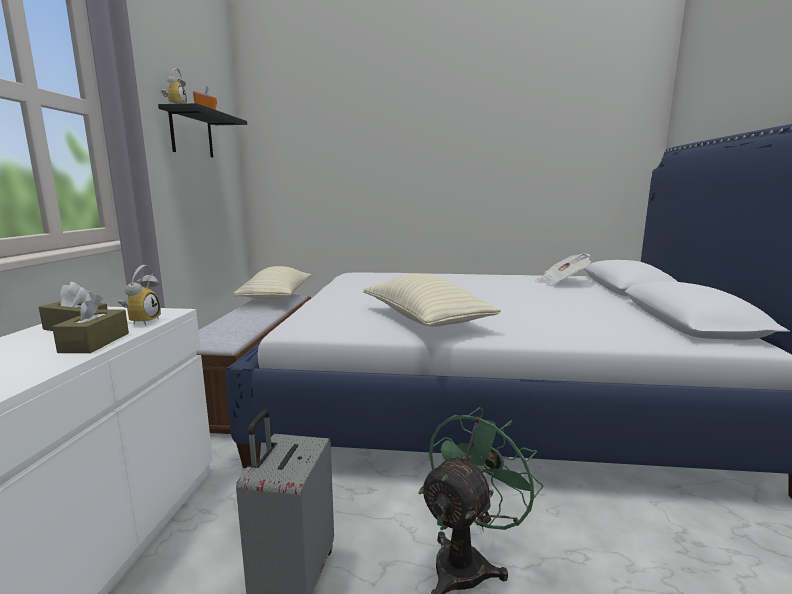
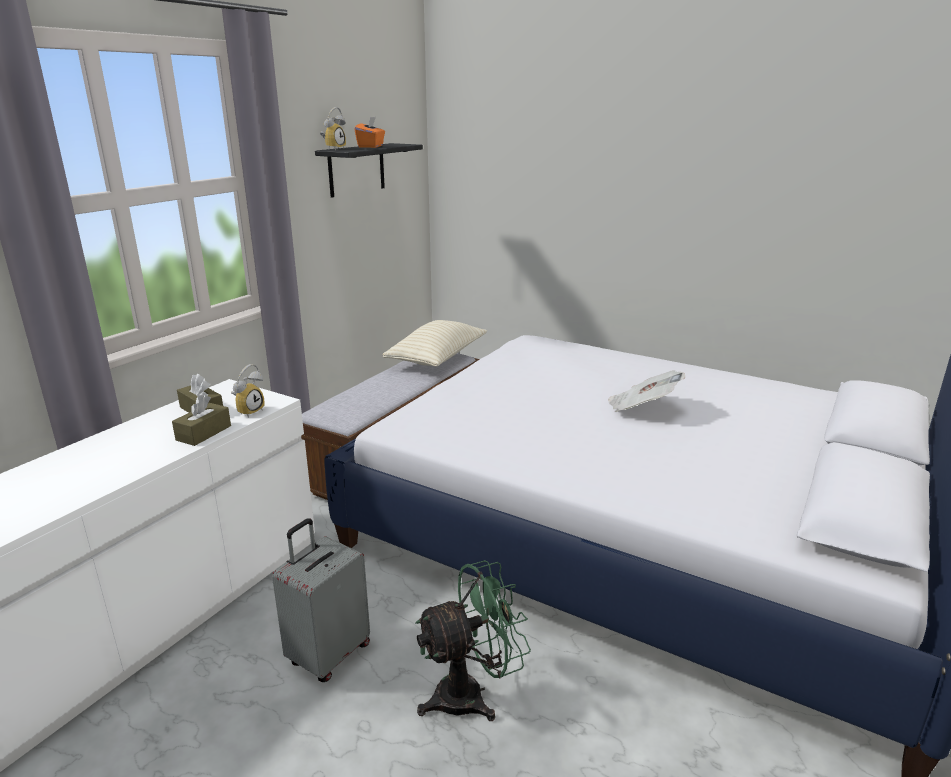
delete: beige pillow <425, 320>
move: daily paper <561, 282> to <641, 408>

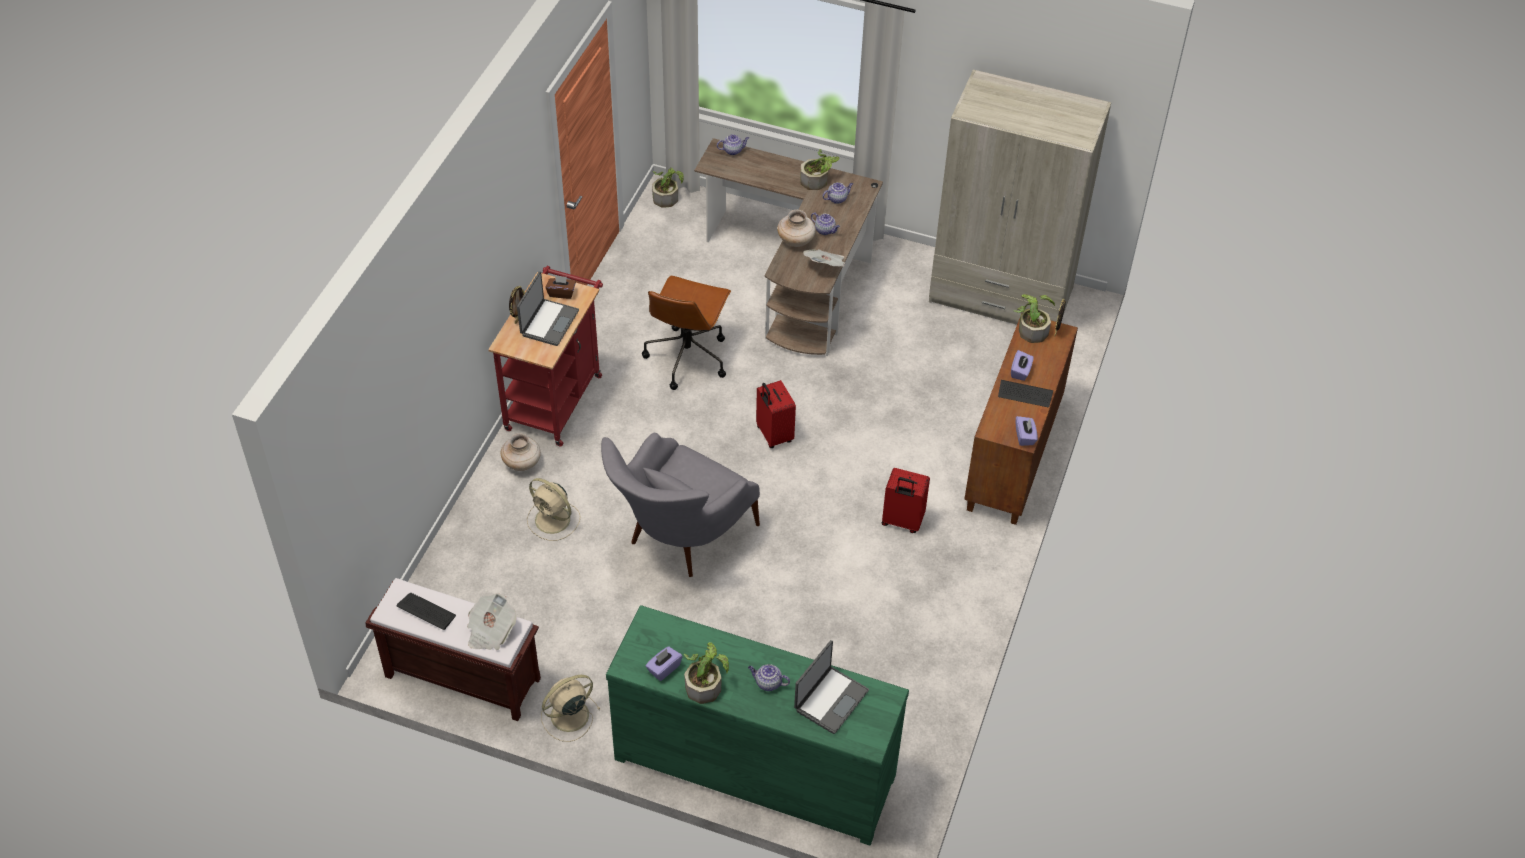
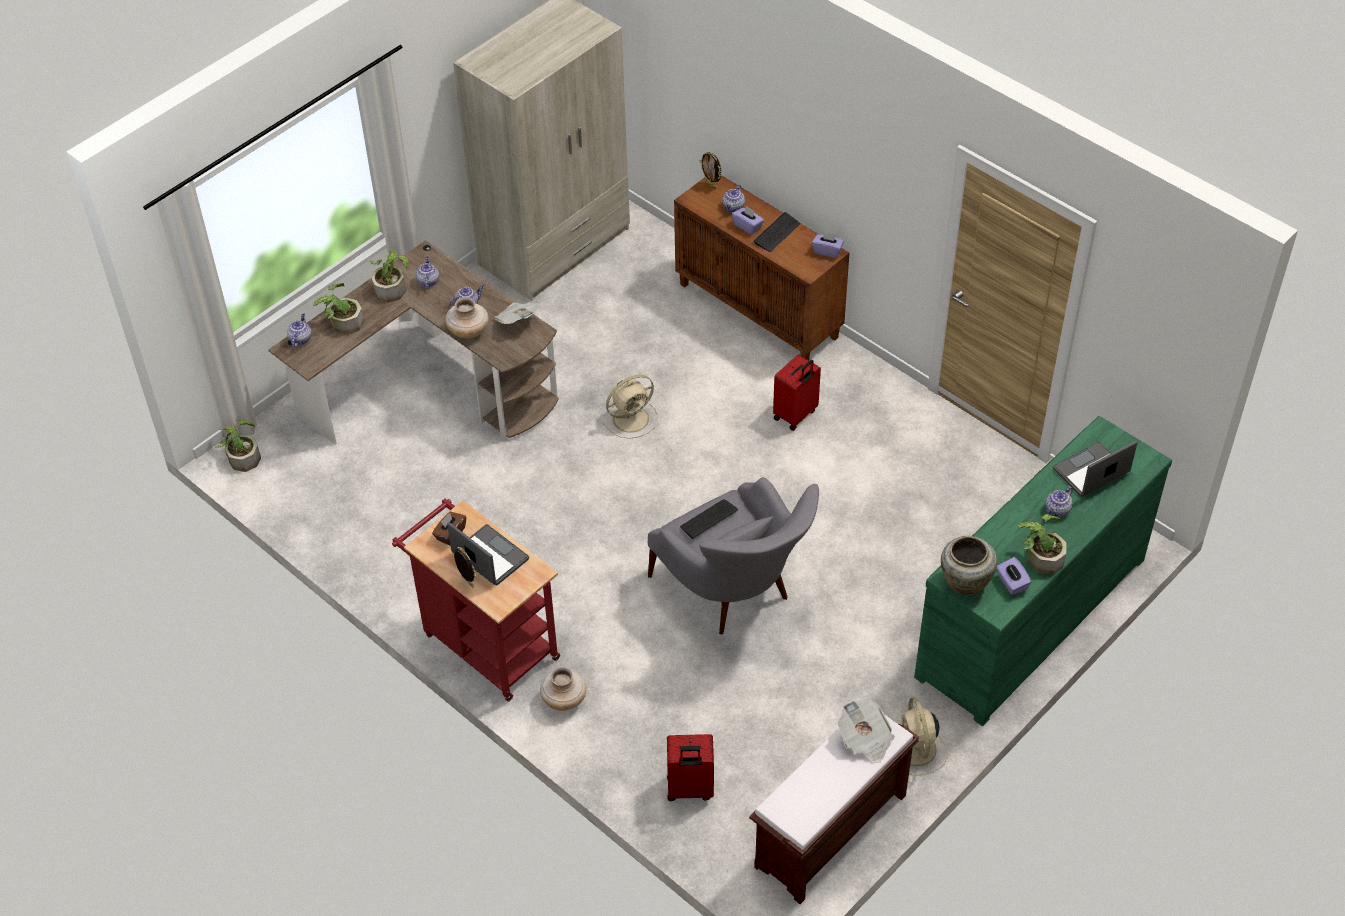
delete: brownish office chair <687, 357>
insert: tea pot <733, 207>; beige flower vase <964, 582>
move: houseplant <1031, 328> to <342, 322>; beige fan <554, 520> to <632, 418>; red suitcase <773, 435> to <690, 789>; PC keyboard <426, 612> to <708, 519>
rotate: notebook computer <830, 699> = <1091, 472> 90 degrees counterclockwise

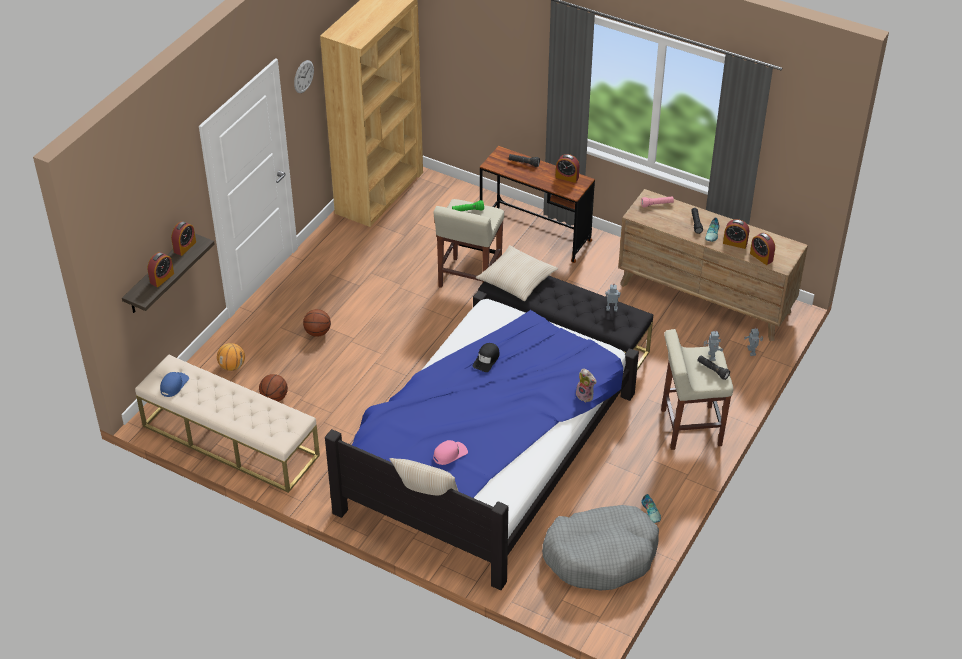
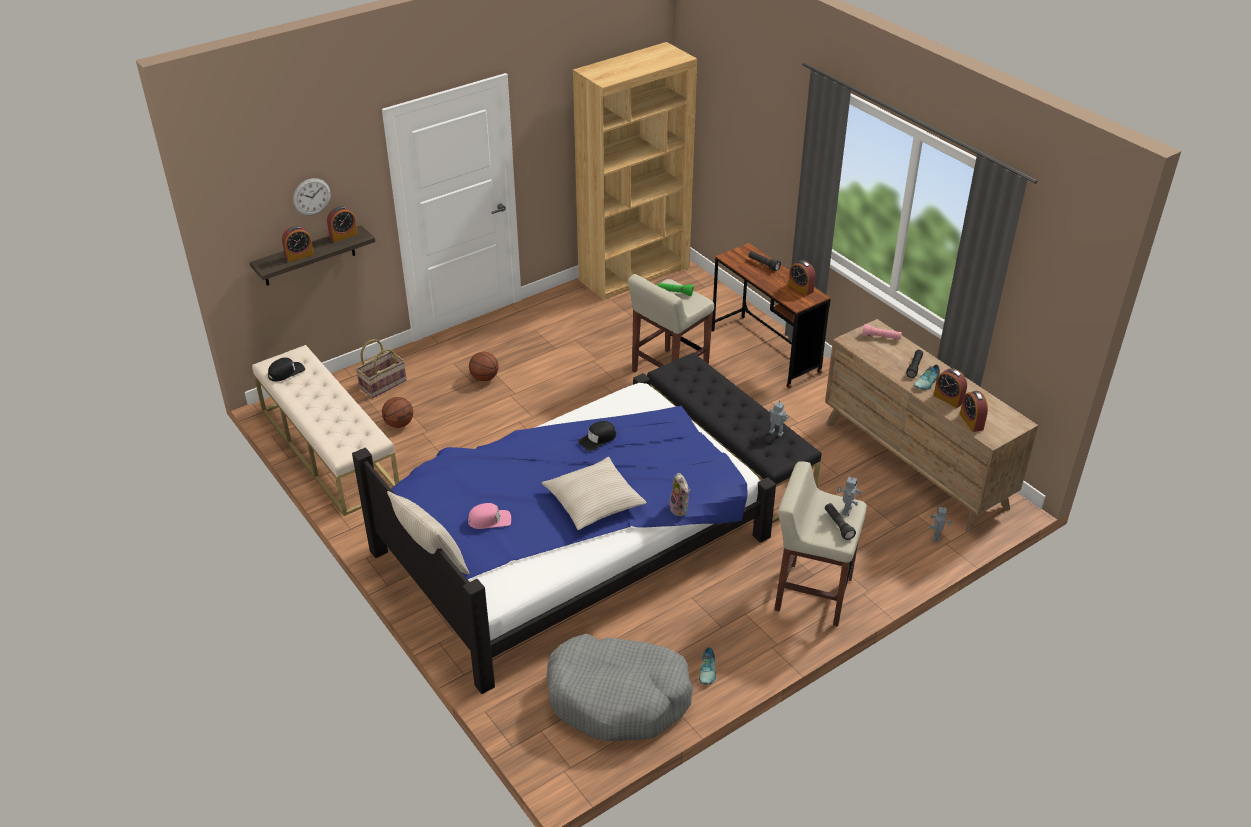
move: clock on the wall <303, 76> to <311, 196>; beige pillow <517, 279> to <594, 501>
replace: basketball <232, 366> to household basket <383, 384>
recolor: blue-coloured baseball cap <174, 385> to black-coloured baseball cap <286, 372>

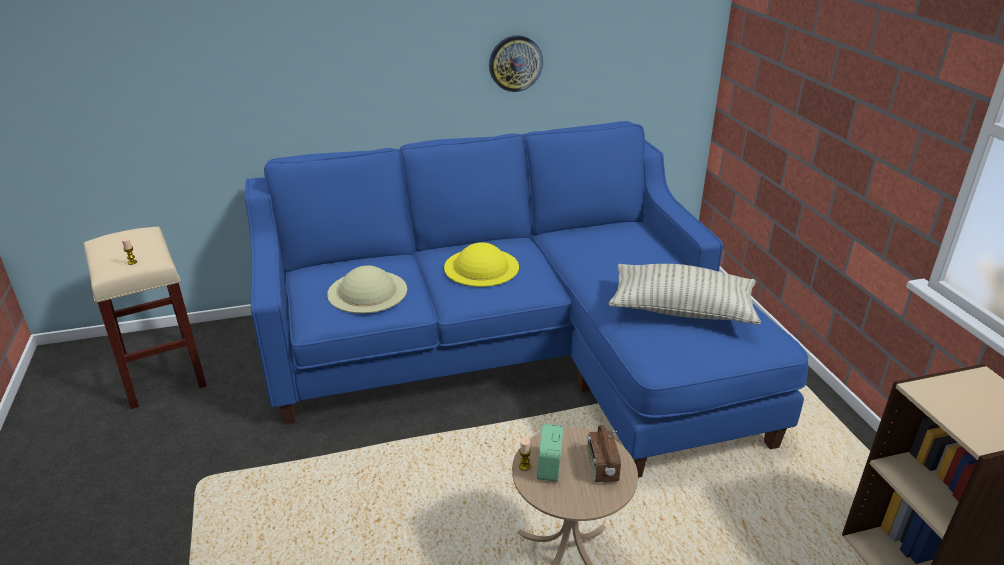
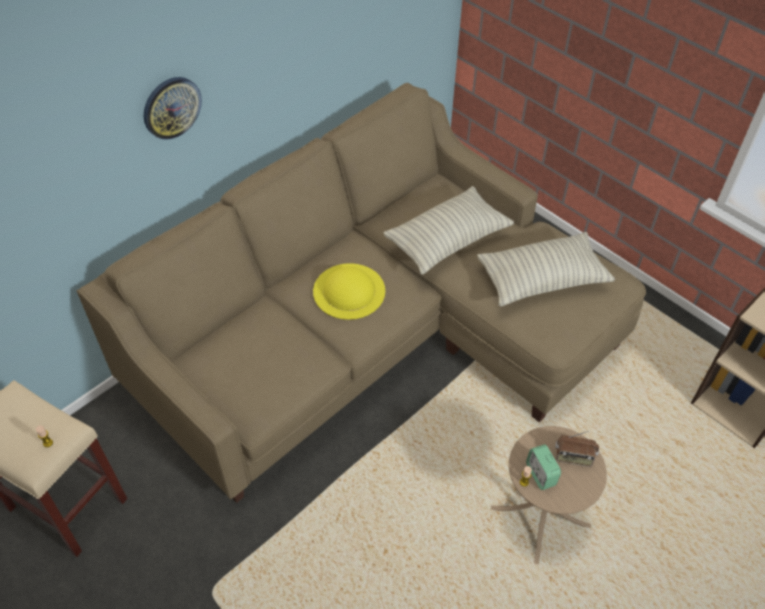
delete: beige hat <367, 291>
insert: pillow <447, 240>
move: clock on the wall <515, 63> to <171, 107>
recolor: blue-coloured settee <517, 351> to beige settee <375, 334>
rotate: radio receiver <601, 468> = <573, 457> 45 degrees counterclockwise

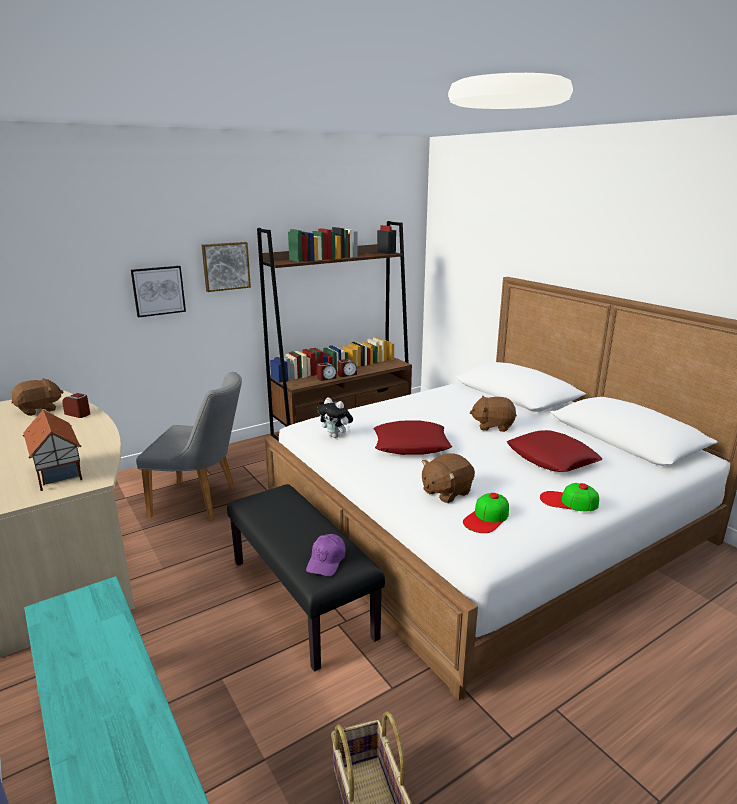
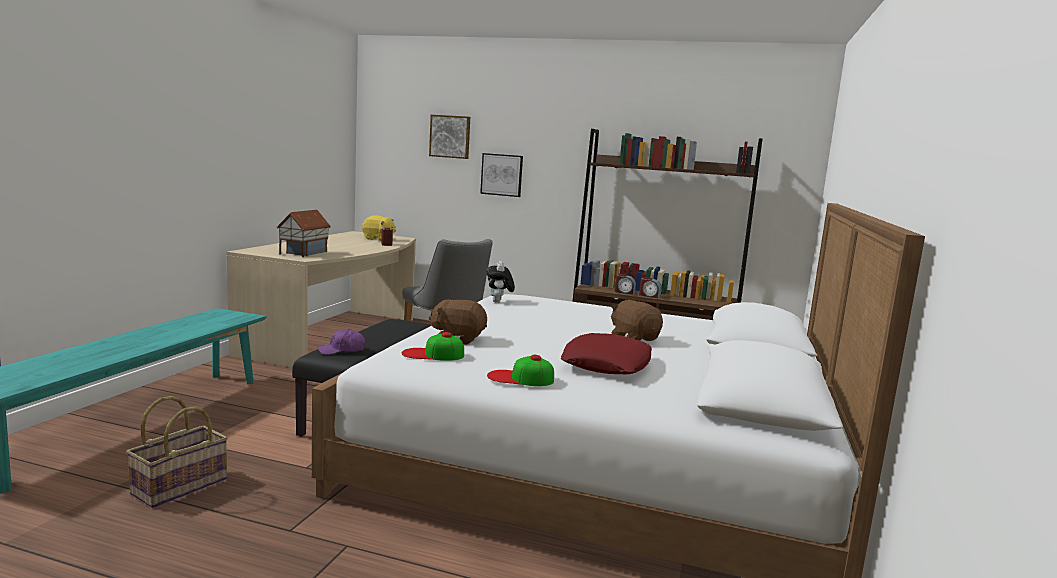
delete: red pillow <410, 445>
move: picture <225, 266> to <450, 136>
recolor: brownish soft toy <39, 410> to yellow-coloured soft toy <378, 239>
rotate: baseball cap <568, 501> = <520, 378> 60 degrees counterclockwise

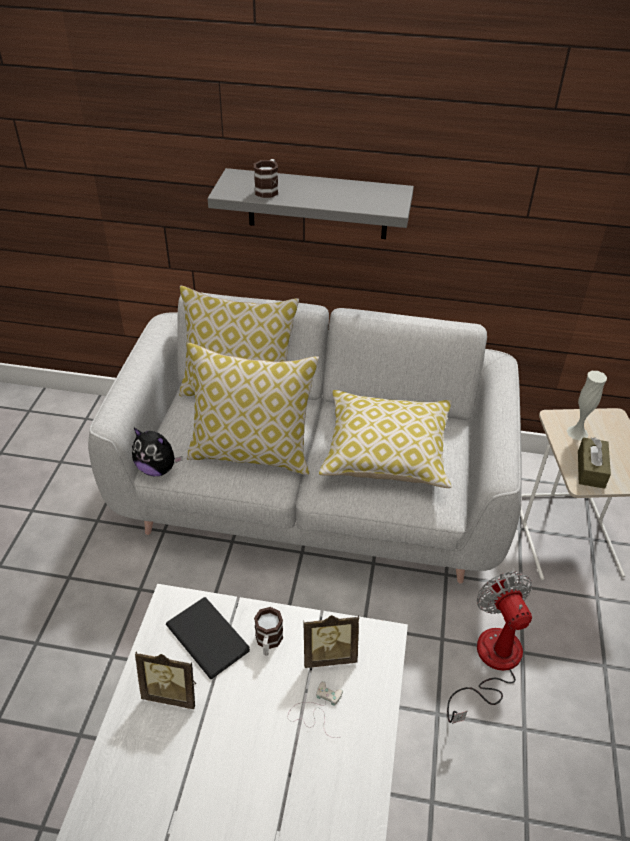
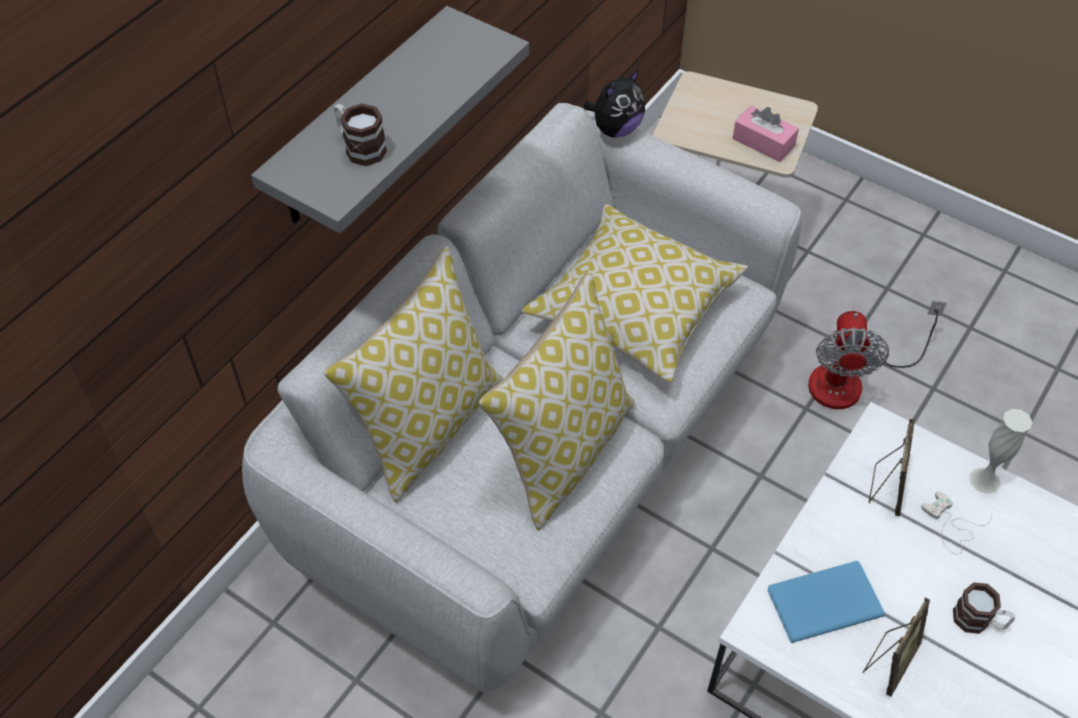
move: soft toy <157, 469> to <615, 129>; coffee mug <268, 642> to <978, 621>; whitish flower vase <577, 433> to <984, 480>
recolor: brownish tissue box <591, 469> to pink-coloured tissue box <763, 142>; black-coloured book <208, 635> to blue-coloured book <820, 601>
rotate: fan <491, 663> = <851, 379> 90 degrees counterclockwise

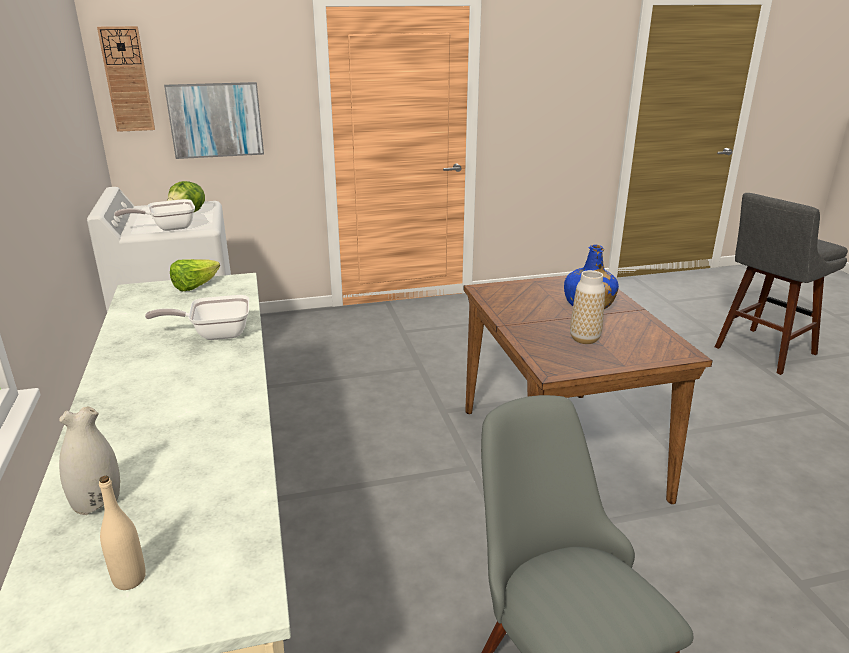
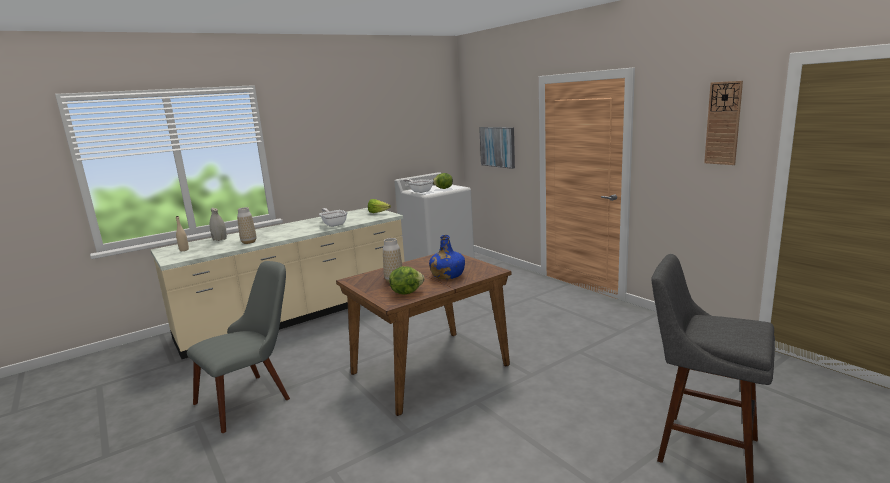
insert: flower vase <249, 242>; head of lettuce <406, 292>
move: clock on the wall <127, 80> to <723, 123>

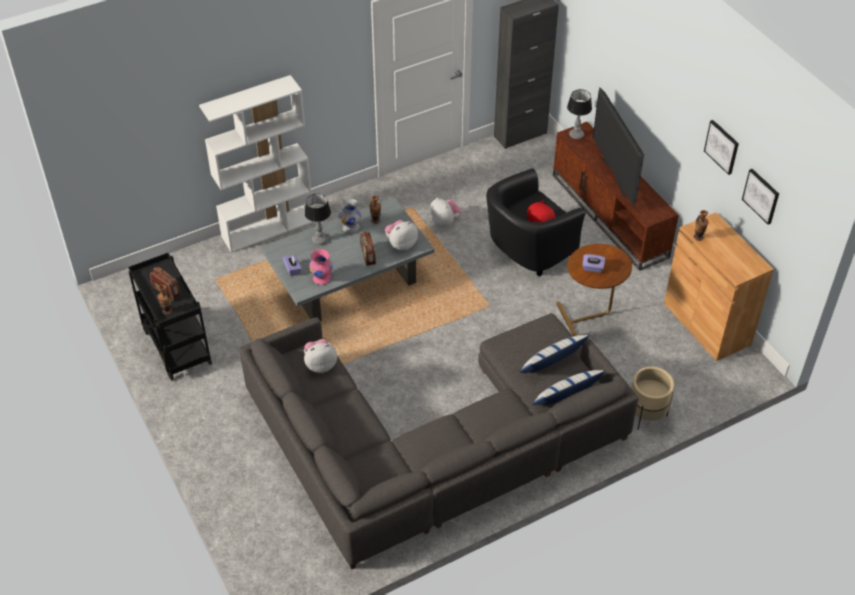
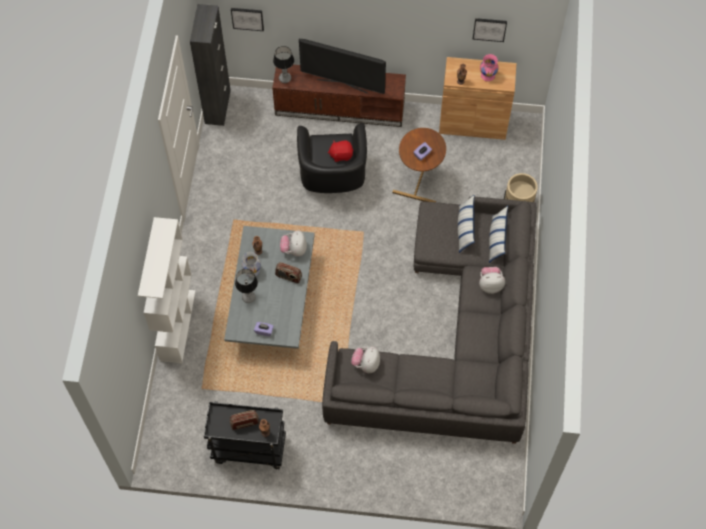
move: picture <722, 146> to <247, 18>; soft toy <444, 221> to <490, 285>; pink-coloured flower vase <322, 278> to <488, 75>

